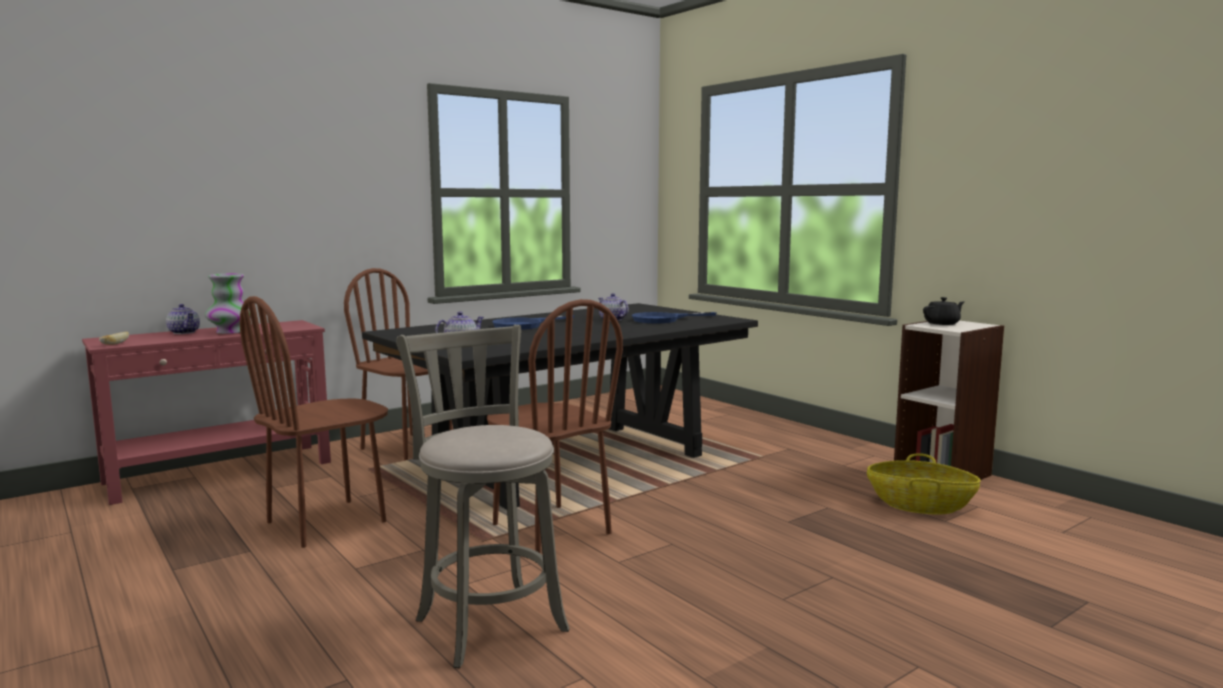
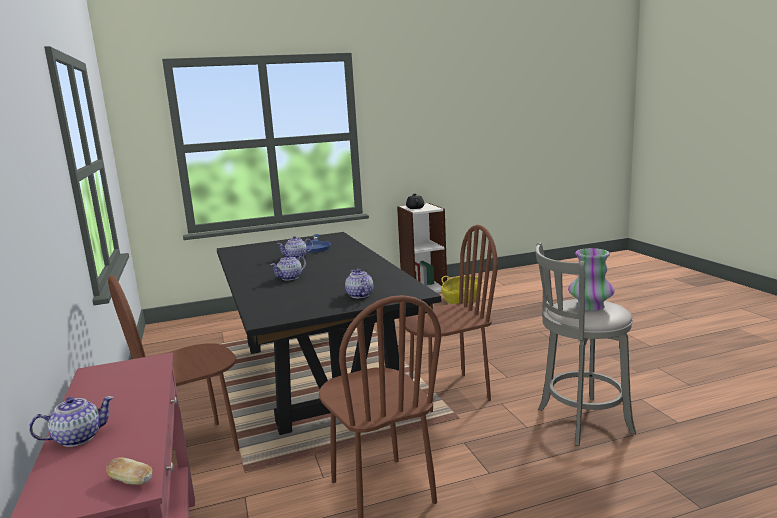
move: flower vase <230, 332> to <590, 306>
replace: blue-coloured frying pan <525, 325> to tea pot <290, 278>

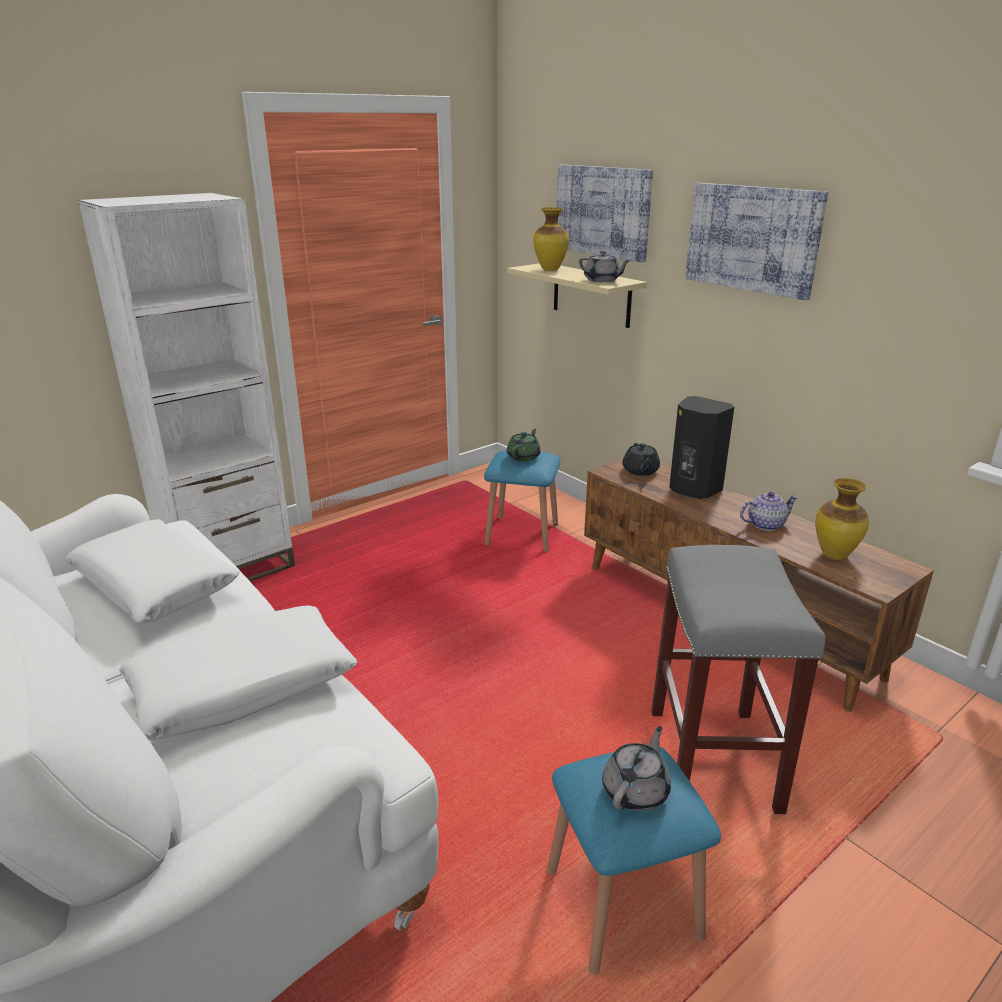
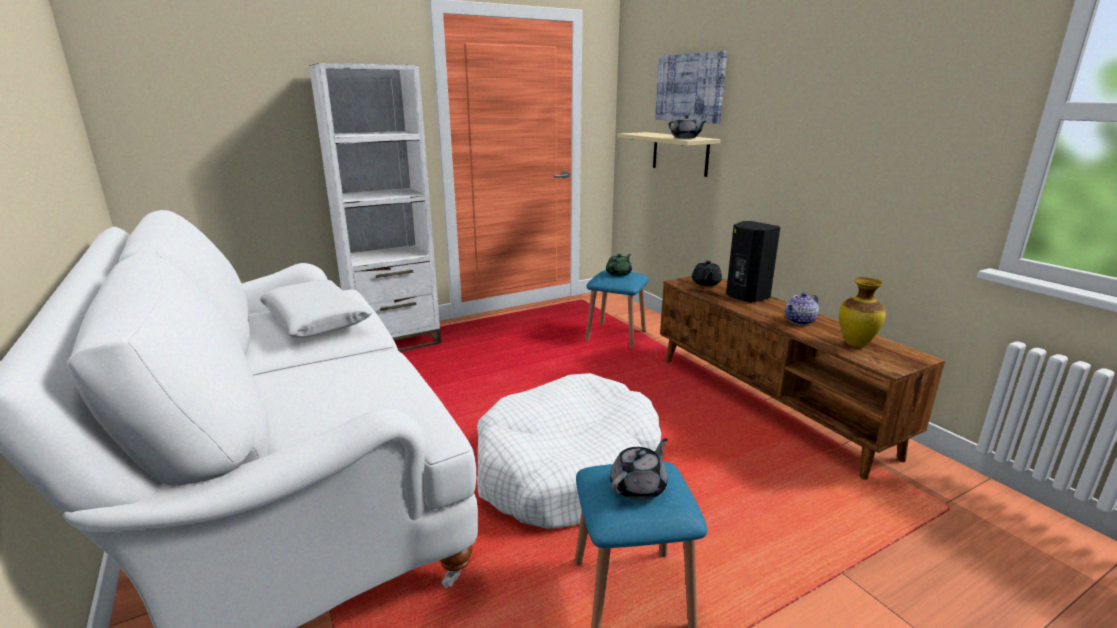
delete: whitish pillow <242, 687>; flower vase <551, 269>; grey stool <714, 761>; picture <752, 238>
insert: whitish dog cushion <567, 469>
rotate: tea pot <765, 524> = <800, 321> 150 degrees clockwise

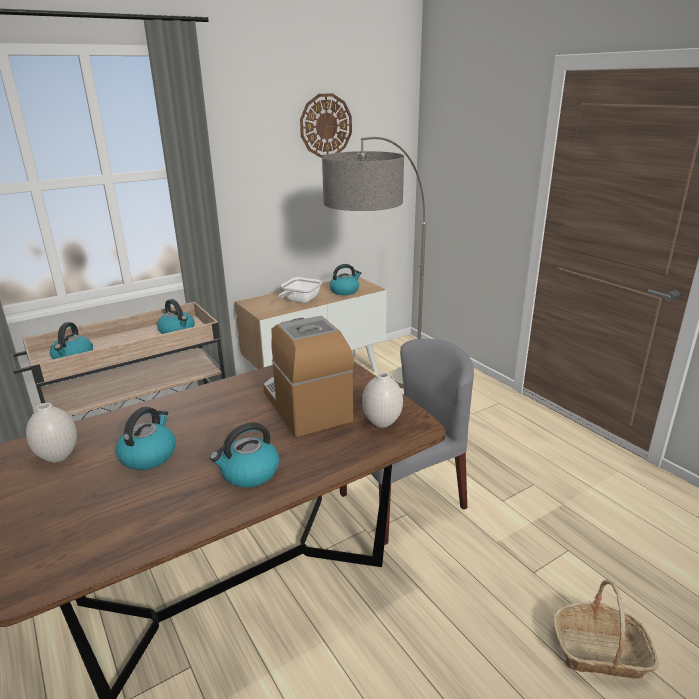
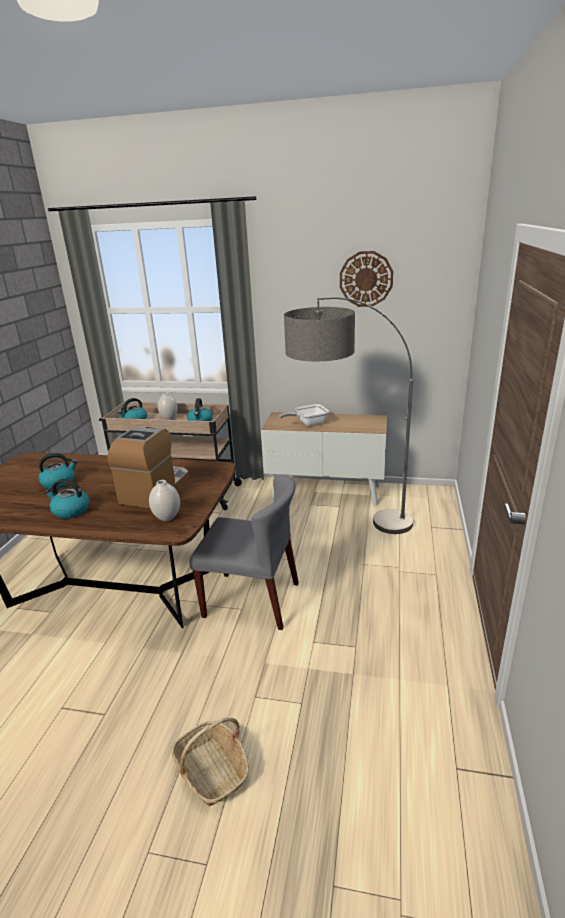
delete: water kettle <345, 291>
move: whitish flower vase <58, 456> to <169, 418>

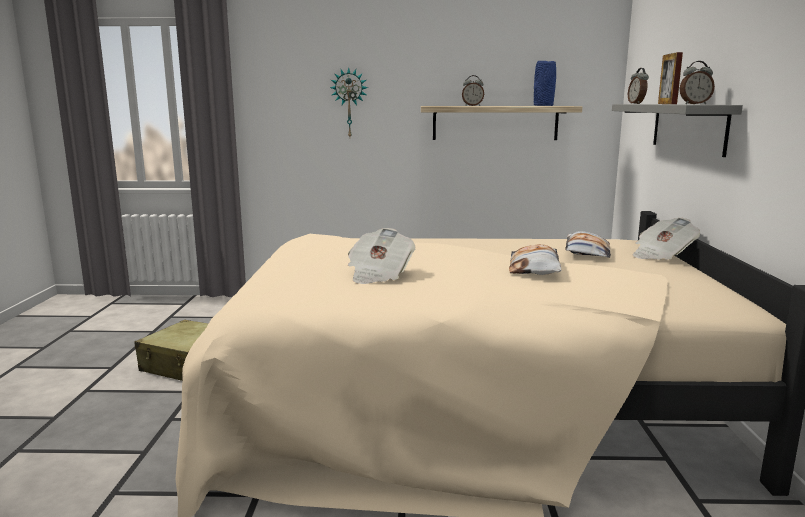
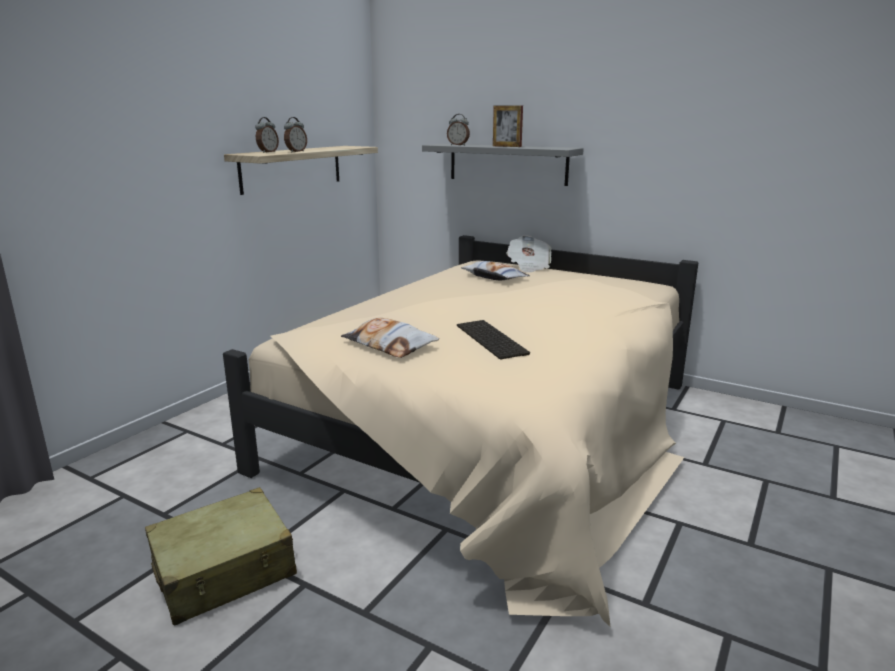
delete: clock on the wall <349, 103>; blue-coloured flower vase <543, 105>
move: alarm clock <694, 104> to <267, 152>; pillow <535, 268> to <389, 345>
replace: daily paper <379, 274> to PC keyboard <493, 339>

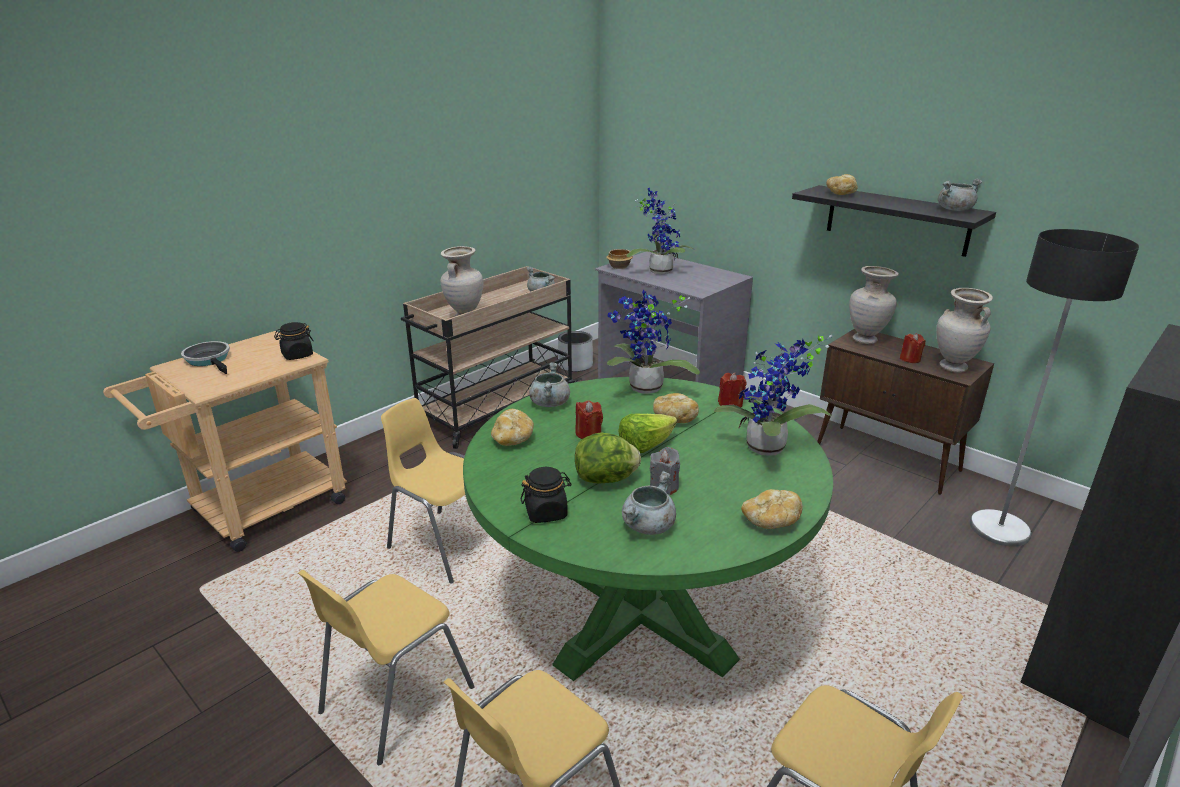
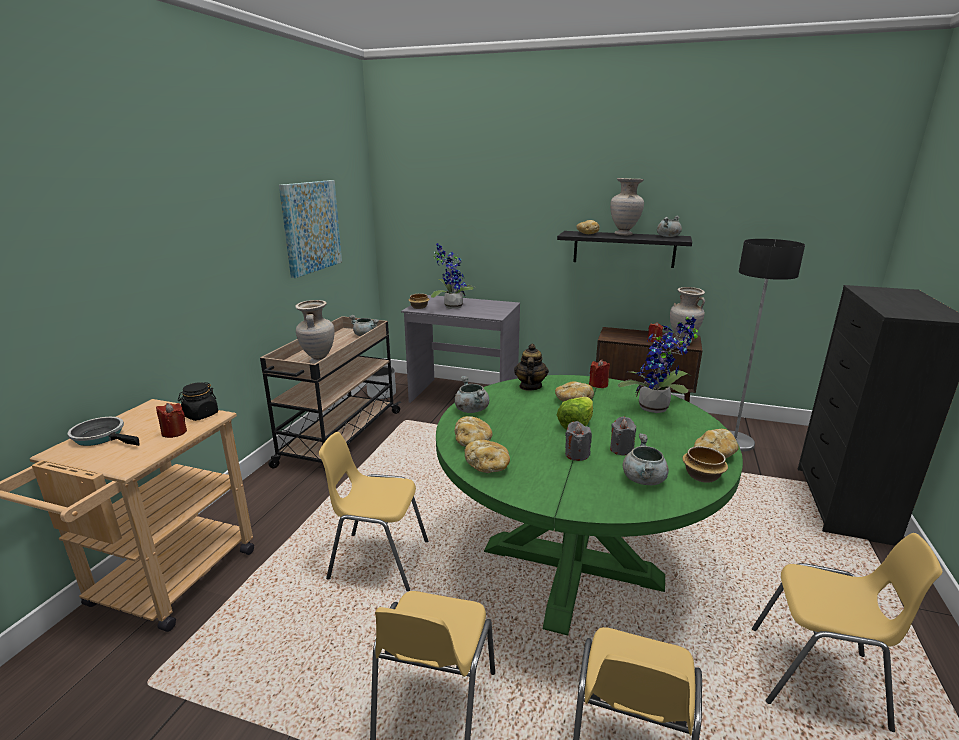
delete: black-coloured storage jar <546, 512>
insert: picture <311, 227>; baked bread <488, 466>; deep dish <701, 476>
move: red wax candle <588, 434> to <174, 432>; beige flower vase <866, 340> to <624, 234>
replace: houseplant <644, 390> to tea pot <530, 386>; head of lettuce <606, 479> to grey wax candle <577, 454>

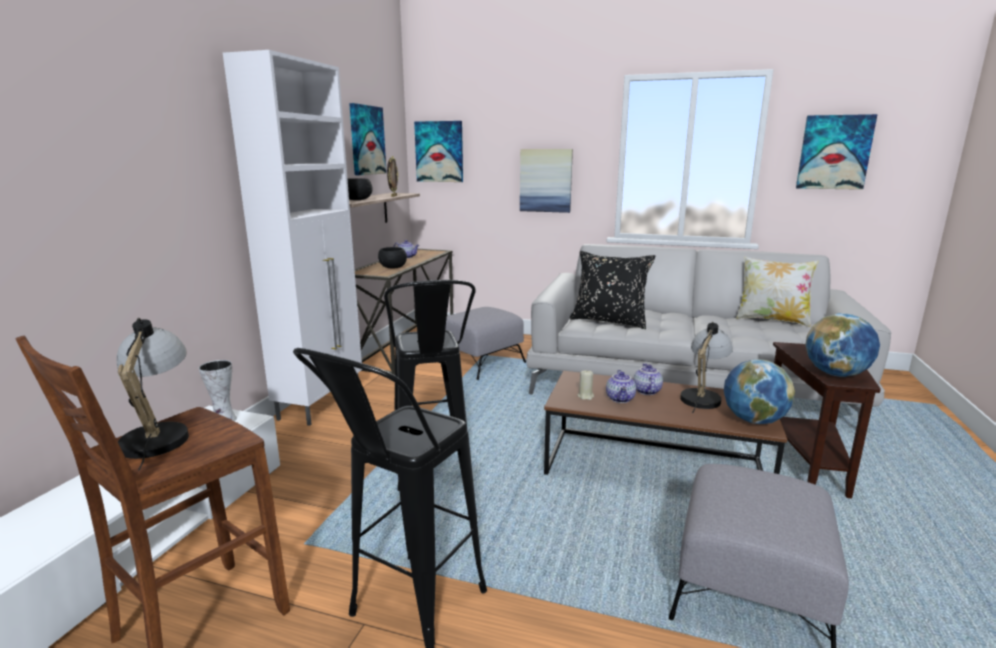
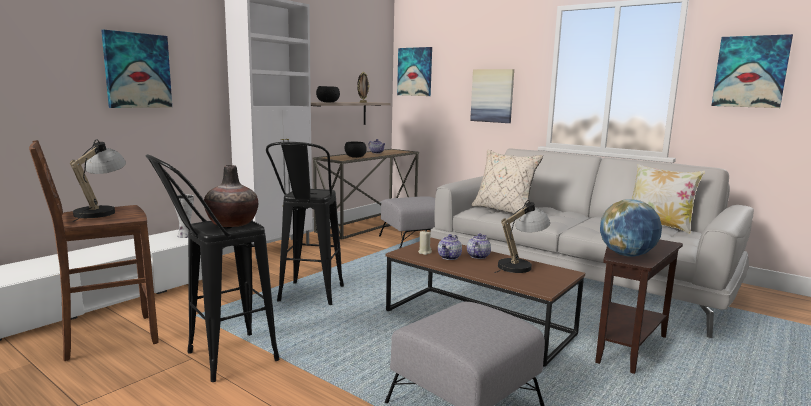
delete: globe <753, 420>
insert: flower vase <232, 224>
move: picture <367, 140> to <137, 70>
recolor: black-coloured pillow <609, 321> to beige pillow <503, 210>

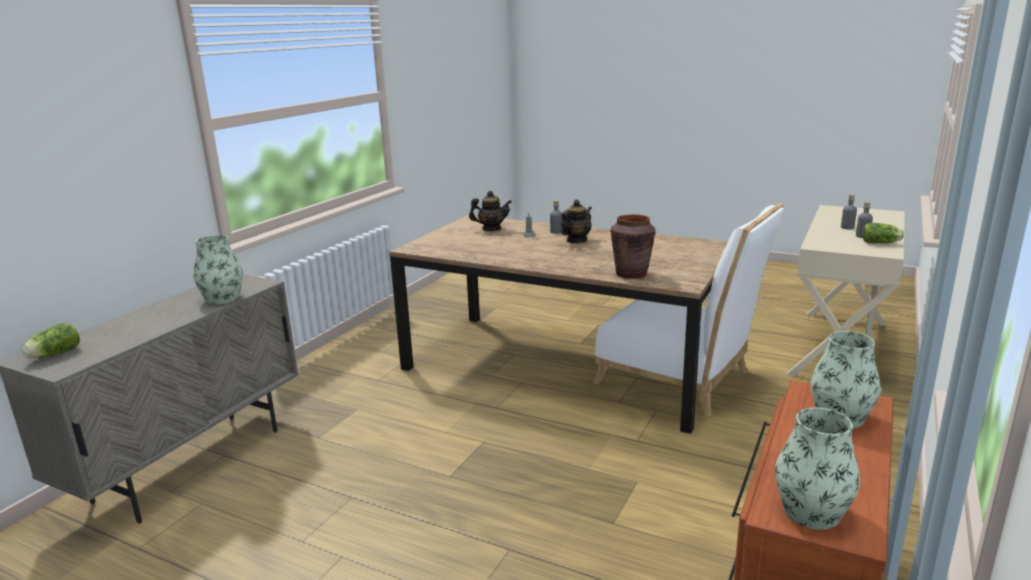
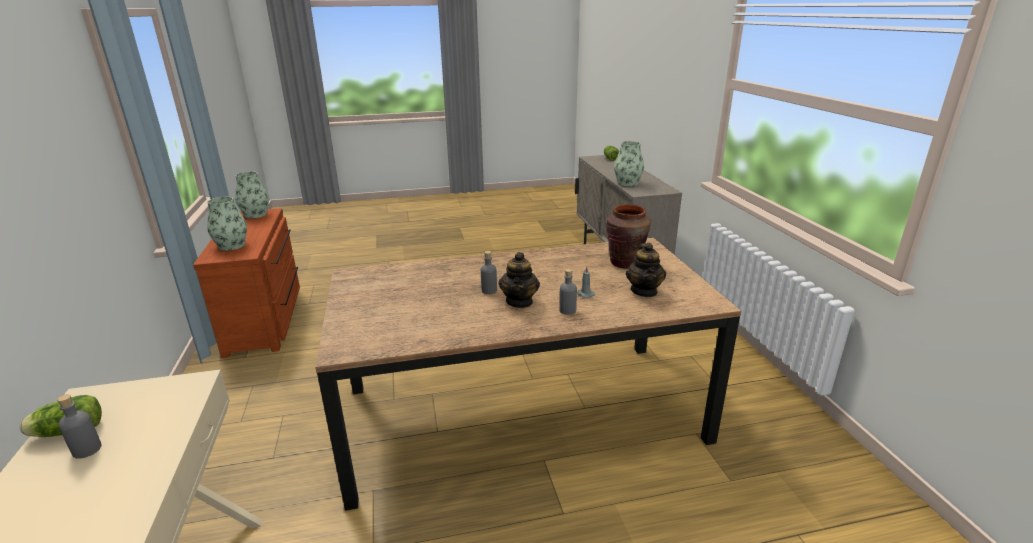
delete: whitish plain chair <680, 380>
move: grey beverage bottle <847, 227> to <489, 290>; brownish flower vase <631, 274> to <625, 263>
rotate: tea pot <491, 229> = <644, 291> 45 degrees counterclockwise

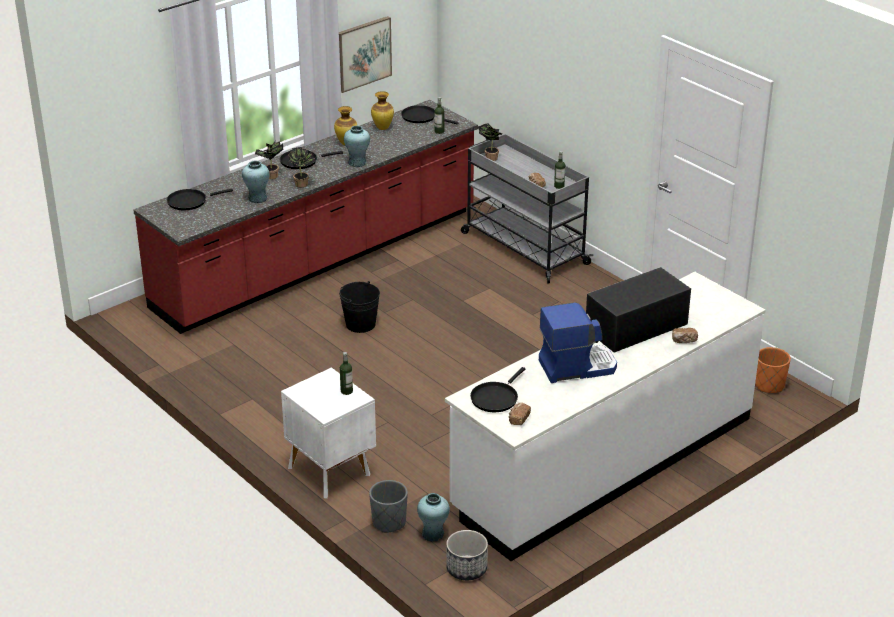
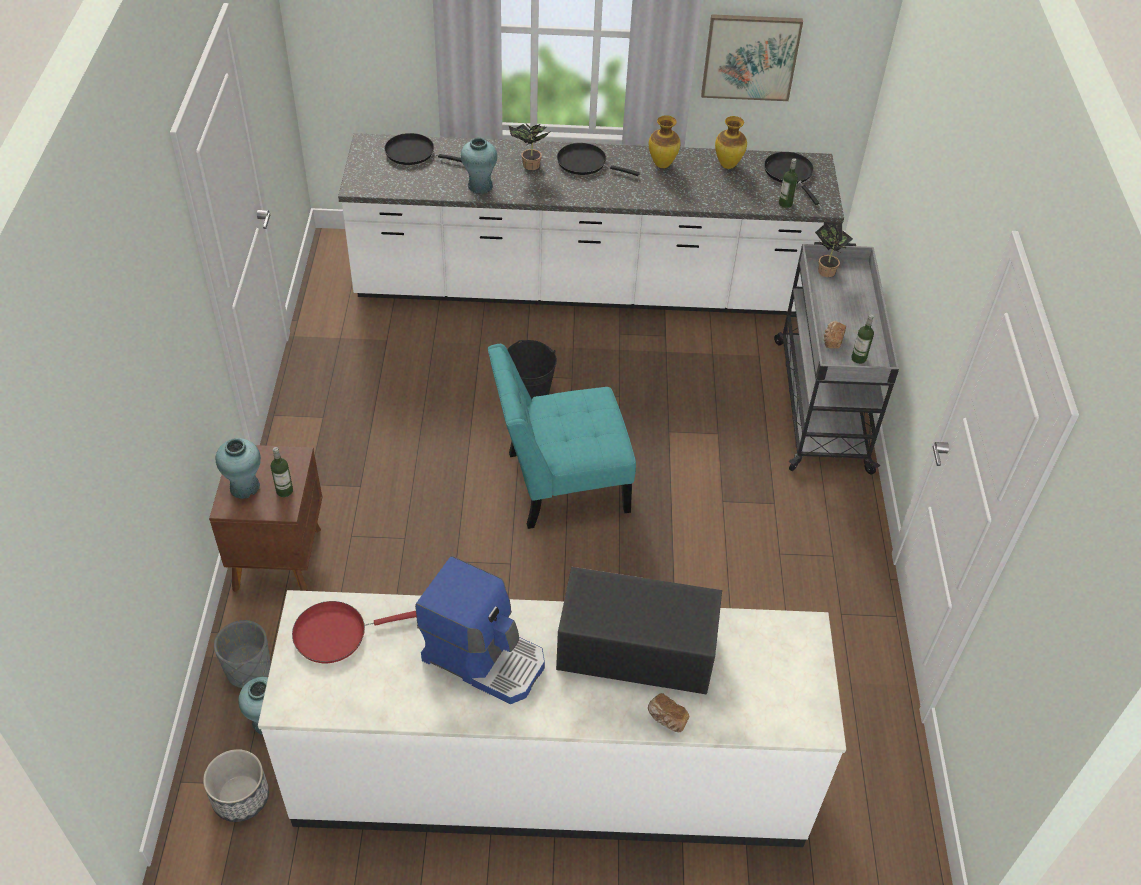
delete: houseplant <303, 184>; baked bread <518, 419>; orange-coloured planter <769, 385>
insert: turquoise plain chair <559, 483>
move: turquoise flower vase <357, 162> to <245, 487>
recolor: whitish bedside table <329, 470> to brownish bedside table <280, 558>; black-coloured frying pan <496, 398> to red frying pan <336, 634>; red kitchen base unit <318, 260> to whitish kitchen base unit <586, 287>

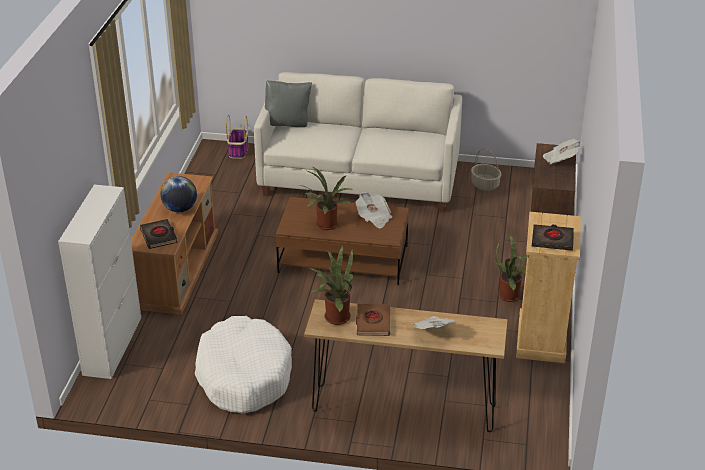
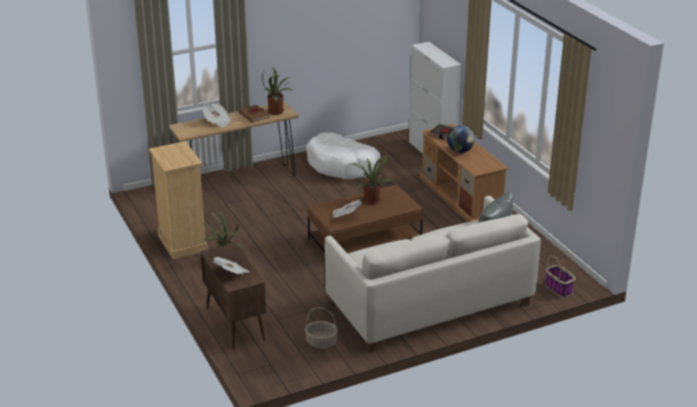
delete: black-coloured book <552, 240>

